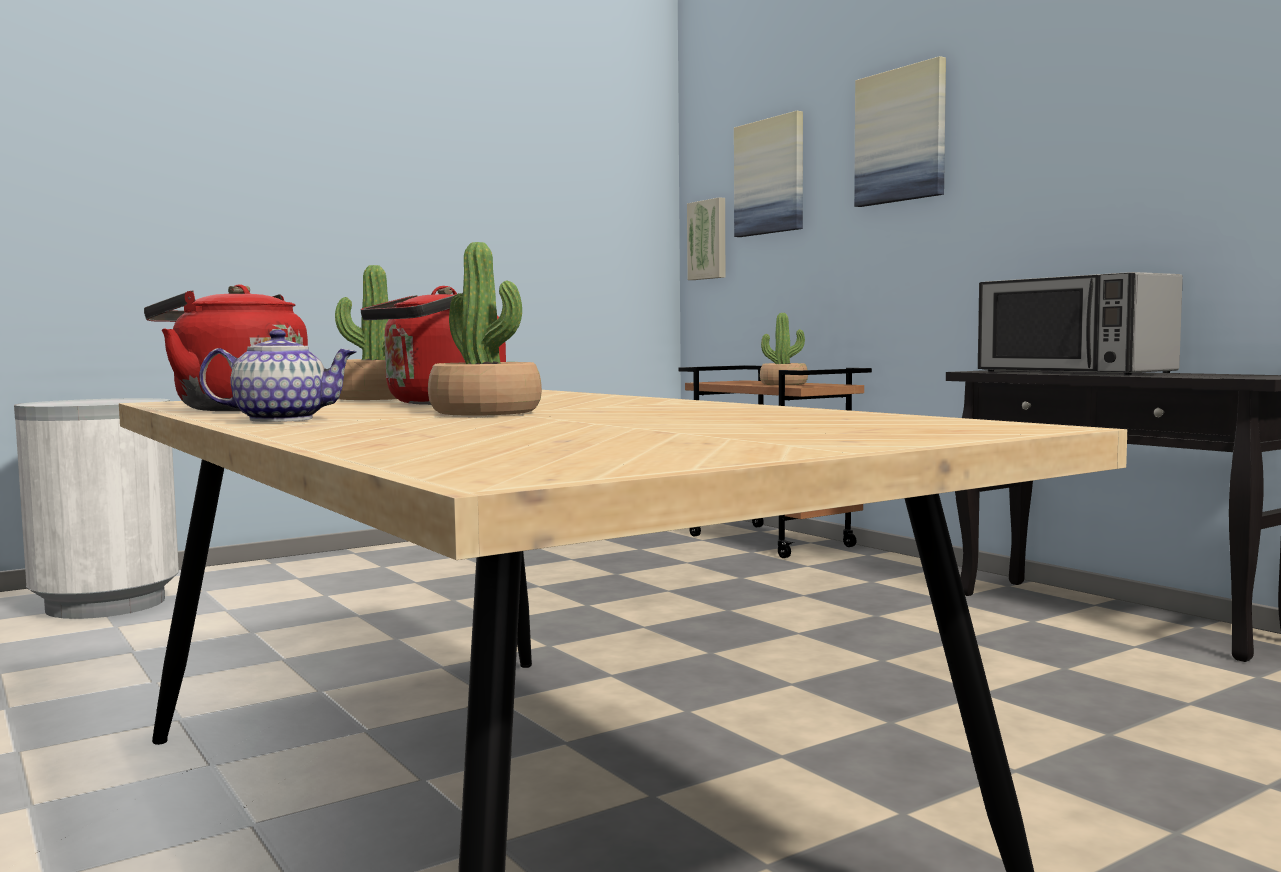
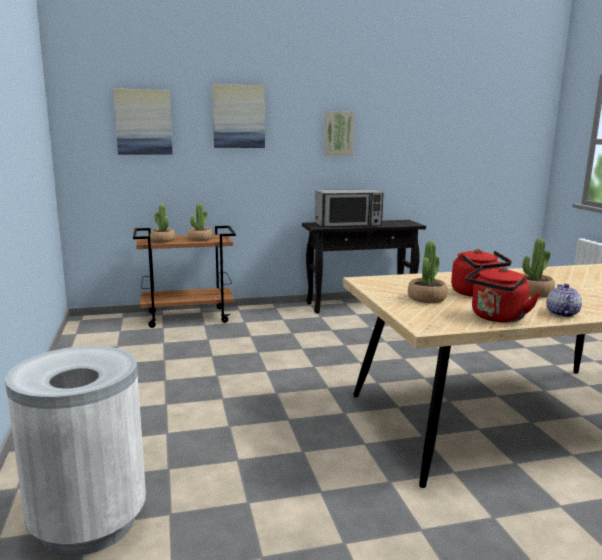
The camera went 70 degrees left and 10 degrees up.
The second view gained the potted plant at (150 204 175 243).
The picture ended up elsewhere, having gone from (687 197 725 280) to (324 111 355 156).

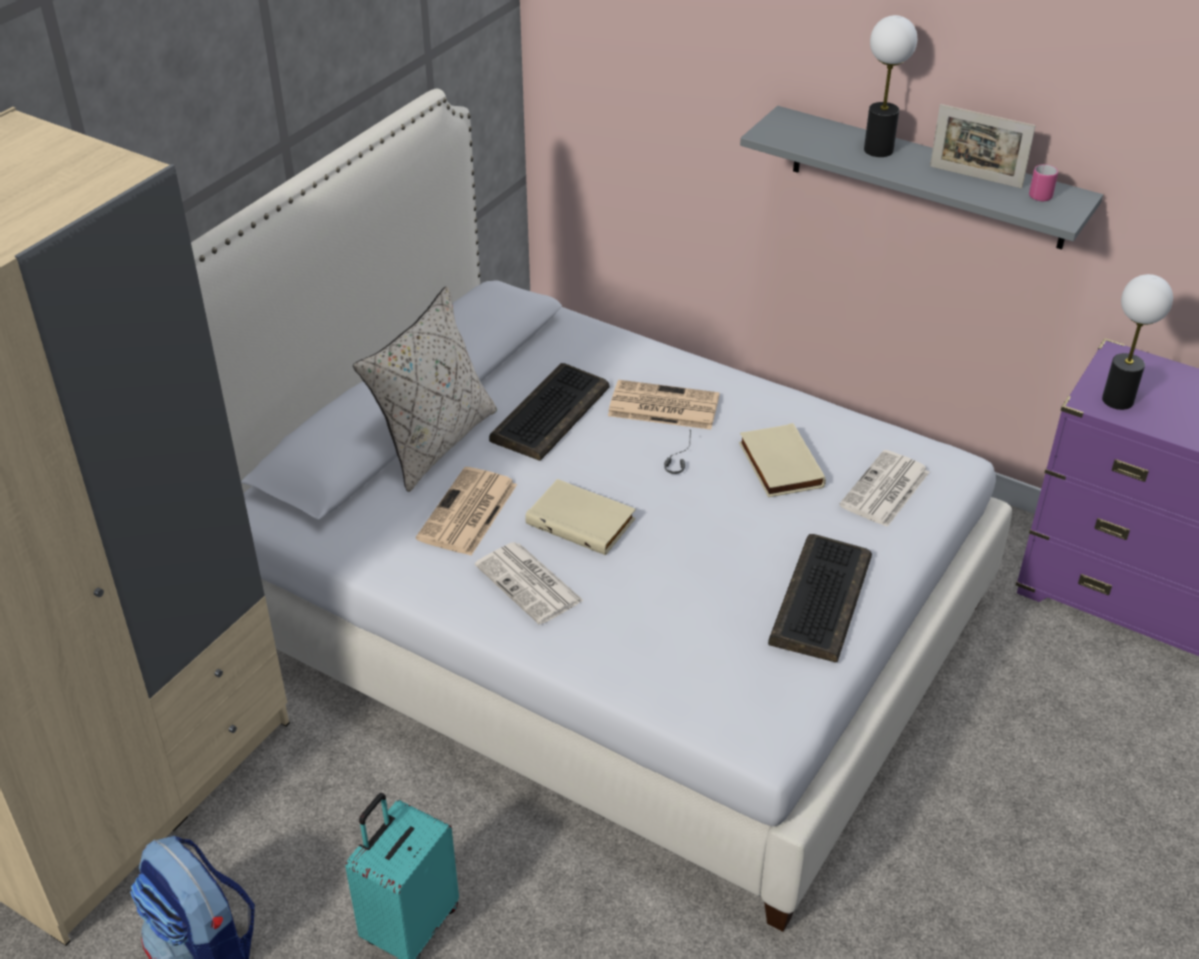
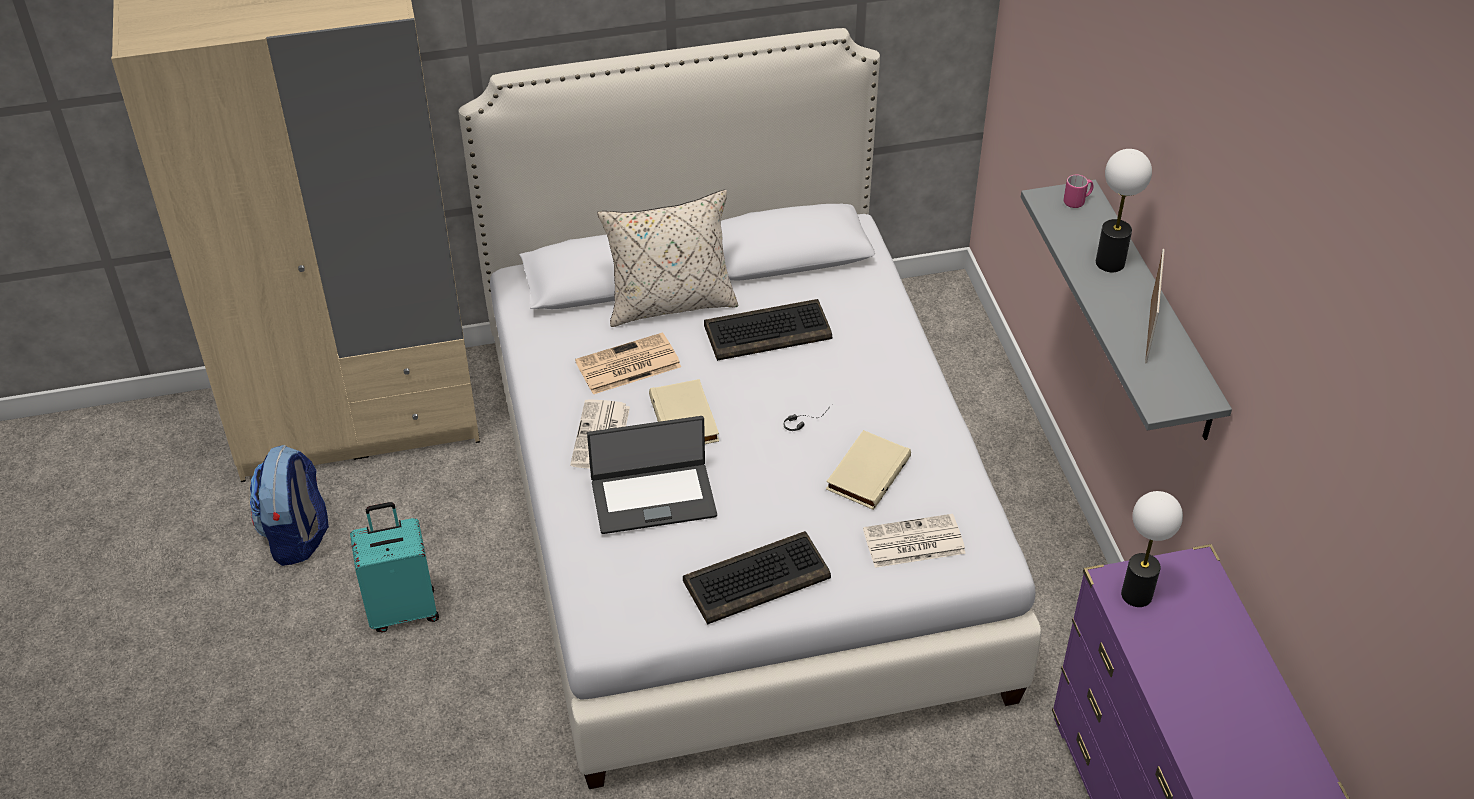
The camera went 45 degrees right and 5 degrees up.
The second view gained the laptop at (587 416 717 534).
The pink mug ended up elsewhere, having gone from (1029 164 1058 201) to (1063 175 1093 208).
The picture frame at (930 104 1036 189) ended up facing another way, 150 degrees counterclockwise from before.
The second view lost the newspaper at (608 380 720 430).

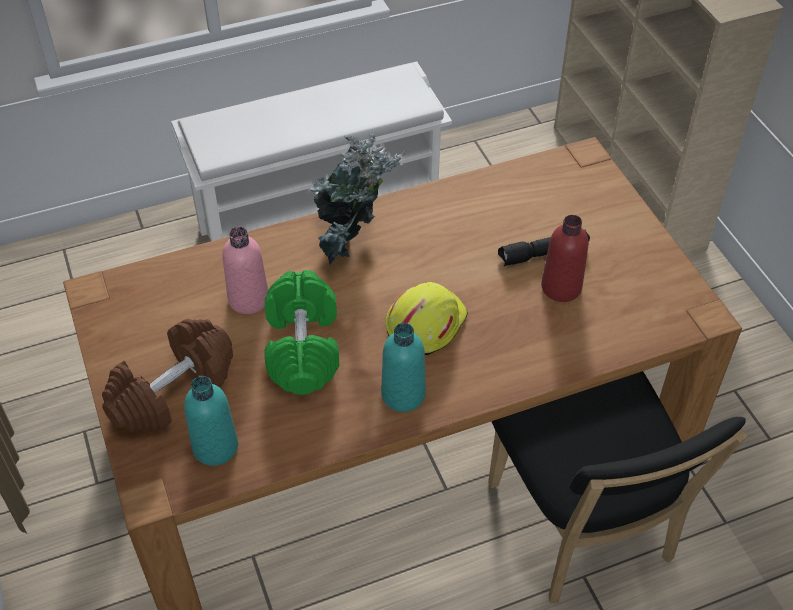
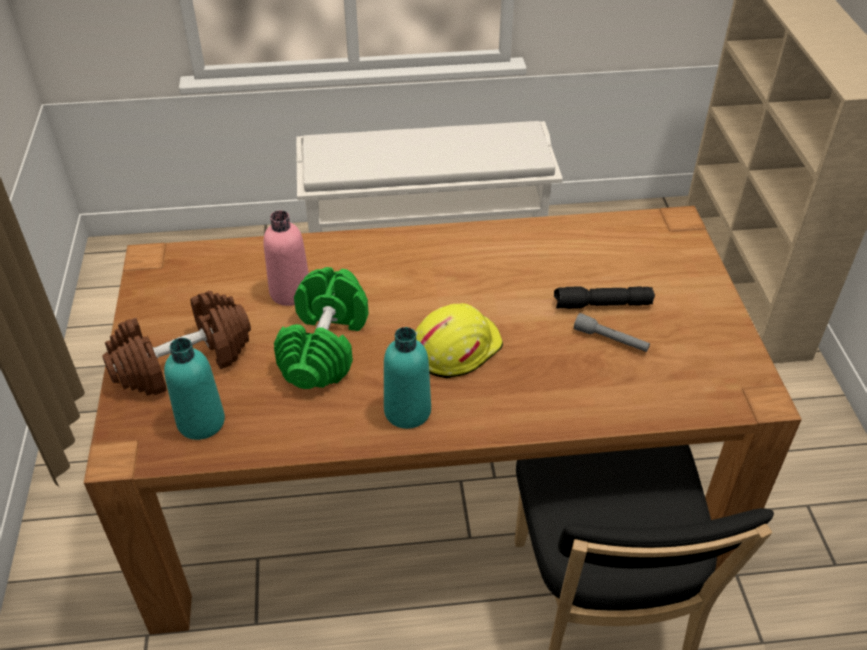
The camera went 15 degrees right and 5 degrees down.
Where the red bottle stood at (541 215 588 302), the grey flashlight came to stand at (574 313 650 352).
The second view lost the potted plant at (309 134 405 265).

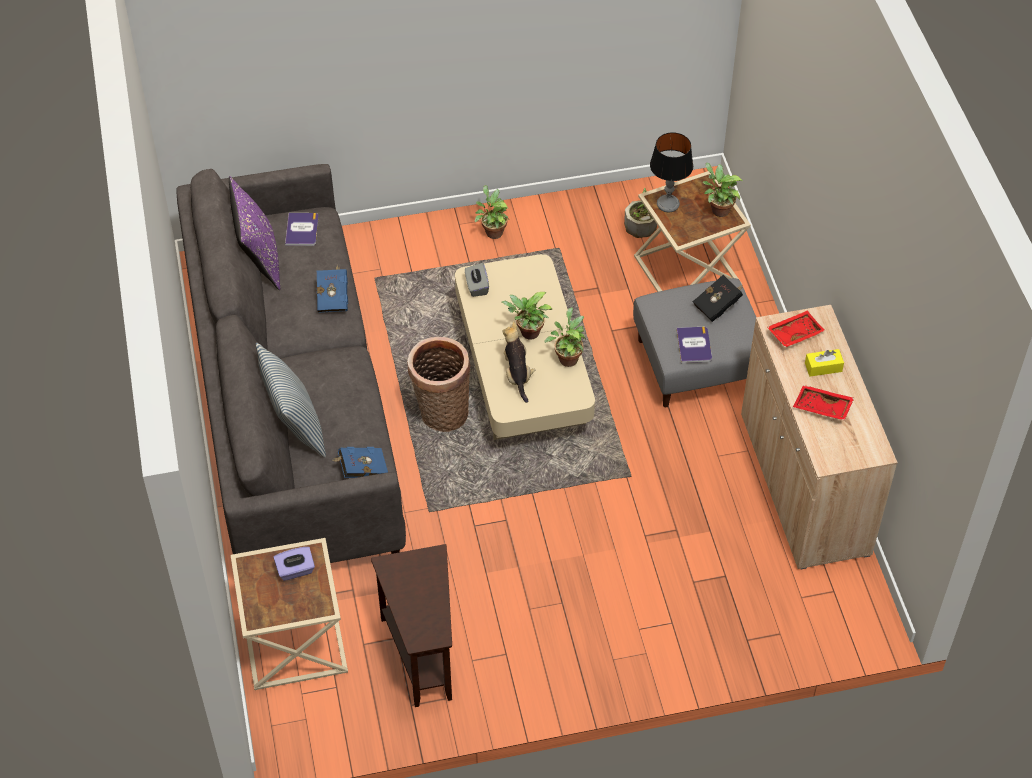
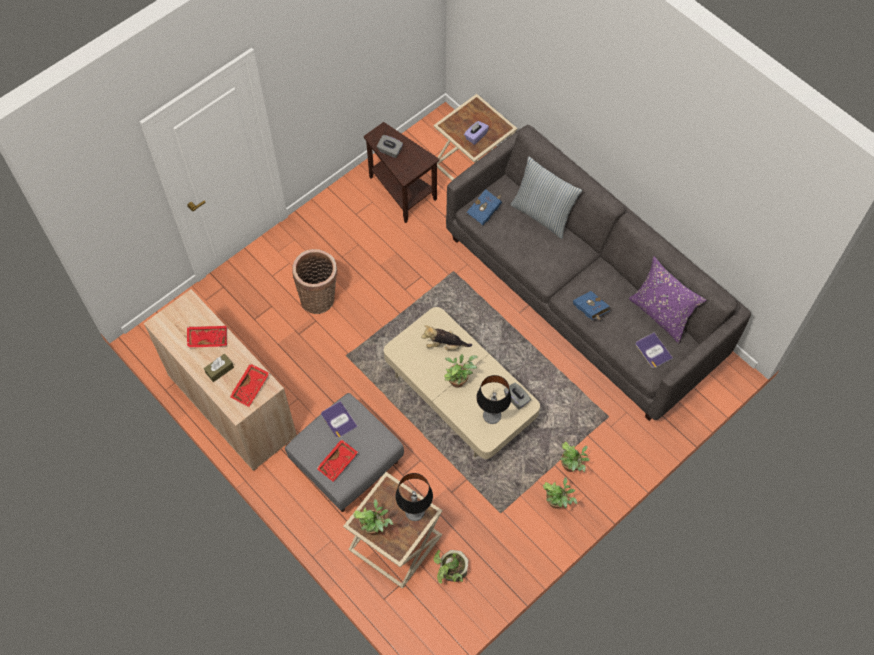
The camera went 150 degrees right and 10 degrees up.
What was the yellow tissue box at (805 349 844 377) turned into the brown tissue box at (204 354 234 382).
The basket ended up elsewhere, having gone from (407 337 470 432) to (292 249 337 314).
Where the black book stood at (693 275 743 322), the red tray came to stand at (316 439 358 482).
The second view gained the grey tissue box at (377 135 403 158).
The plush toy at (503 321 535 403) ended up facing another way, 135 degrees clockwise from before.
The second view gained the table lamp at (476 375 511 424).
The potted plant ended up elsewhere, having gone from (544 307 586 367) to (560 442 590 472).

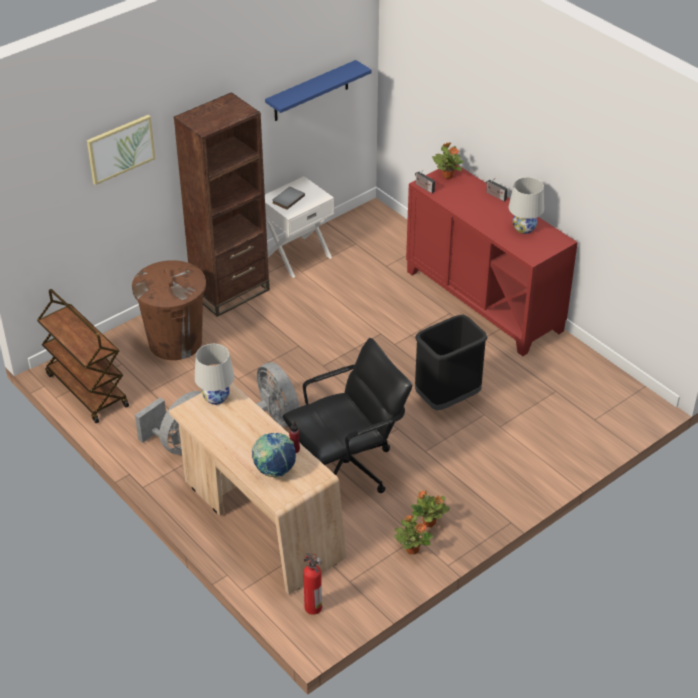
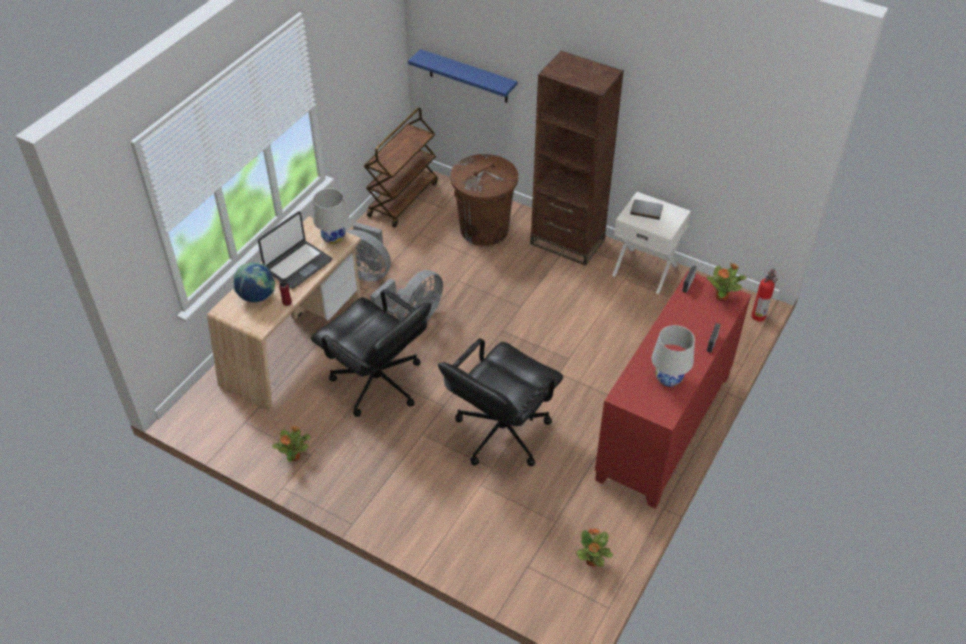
The camera went 70 degrees right and 5 degrees up.
The second view gained the laptop at (258 211 332 289).
The blue shelf ended up elsewhere, having gone from (265 60 372 121) to (408 49 517 103).
Where the black trash can stood at (415 315 488 410), the black office chair came to stand at (438 338 563 466).
The potted plant ended up elsewhere, having gone from (411 490 450 527) to (576 528 613 567).
The fire extinguisher ended up elsewhere, having gone from (303 552 322 615) to (751 268 778 322).
The second view lost the picture at (87 115 155 185).

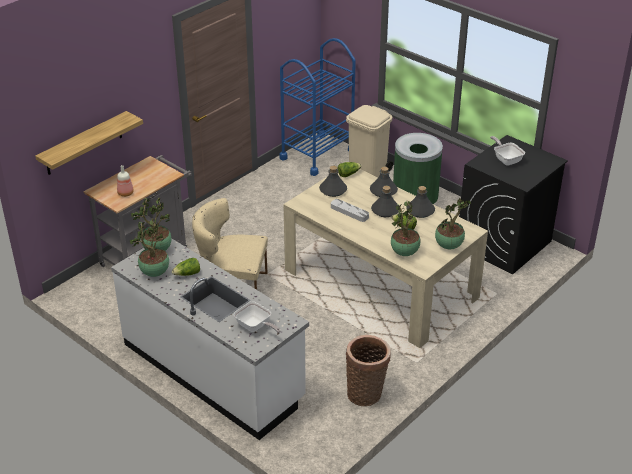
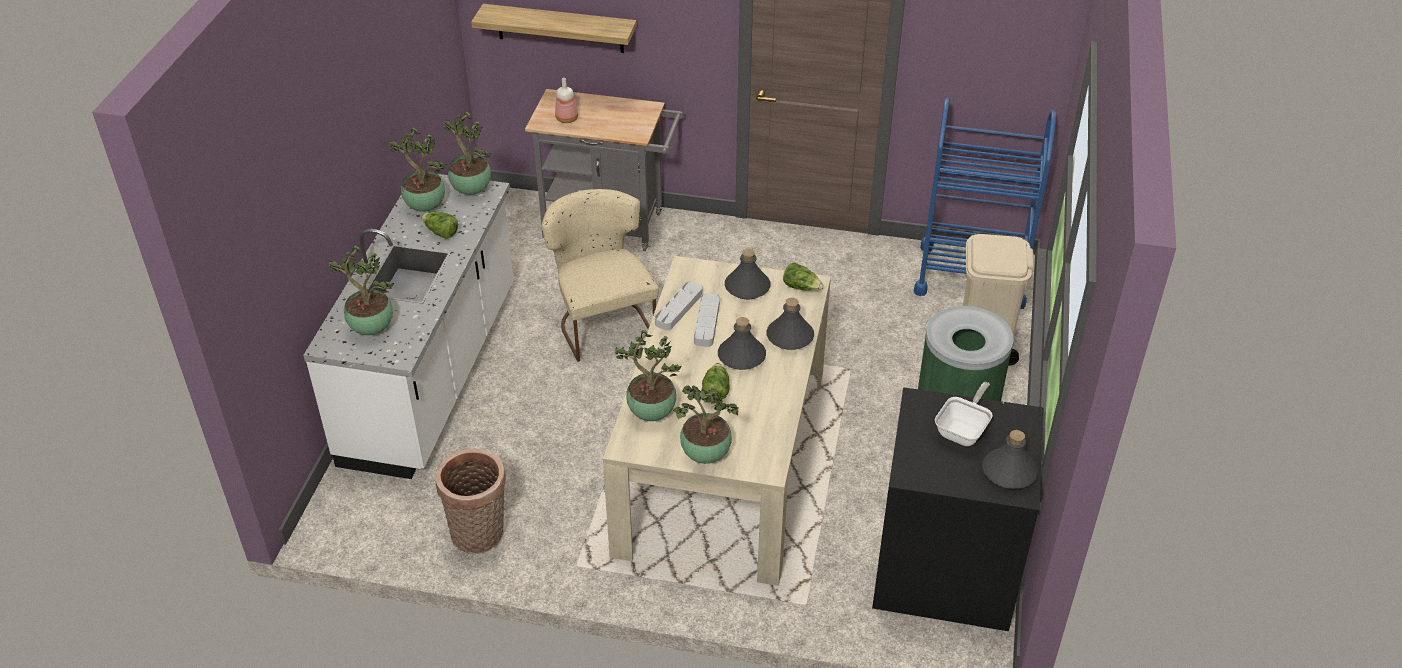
The camera went 60 degrees right and 5 degrees up.
Where the frying pan stood at (234 301 281 333), the potted plant came to stand at (328 246 394 335).
The second view gained the grey tray at (655 281 703 330).
The grey bottle ended up elsewhere, having gone from (406 186 435 218) to (982 430 1038 489).

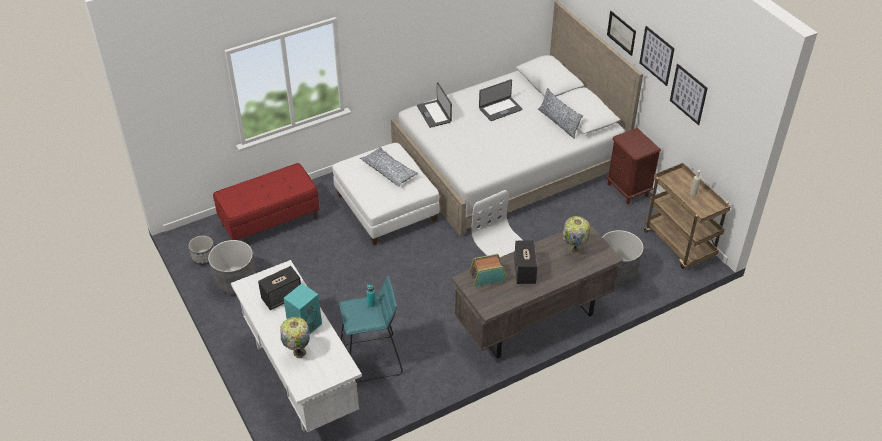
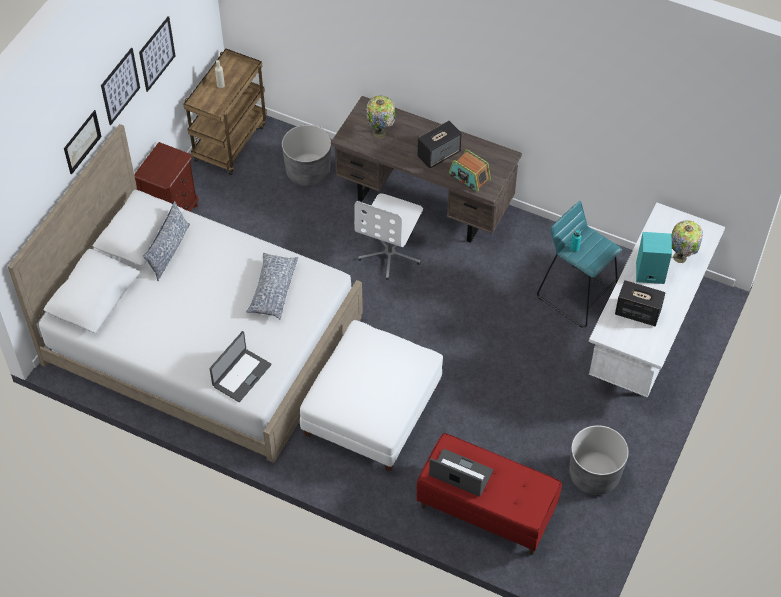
The camera went 125 degrees left and 10 degrees up.
The pillow ended up elsewhere, having gone from (360 147 419 187) to (246 253 298 320).
The laptop ended up elsewhere, having gone from (479 79 523 121) to (429 449 493 496).
The second view lost the planter at (189 236 214 265).

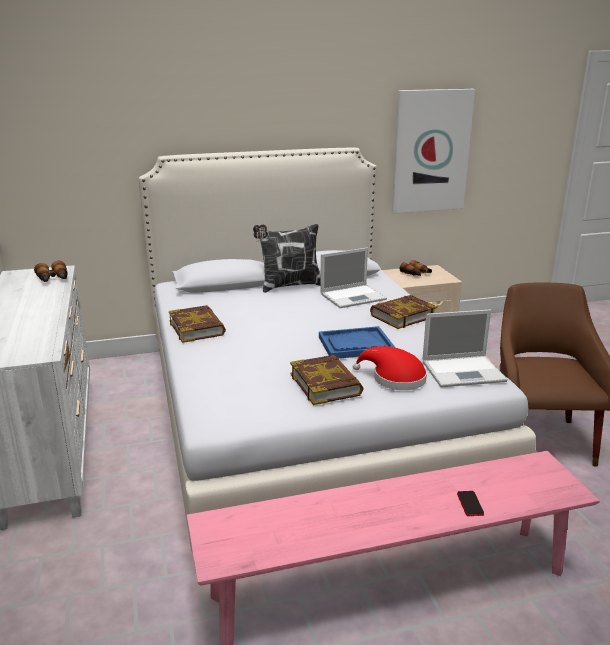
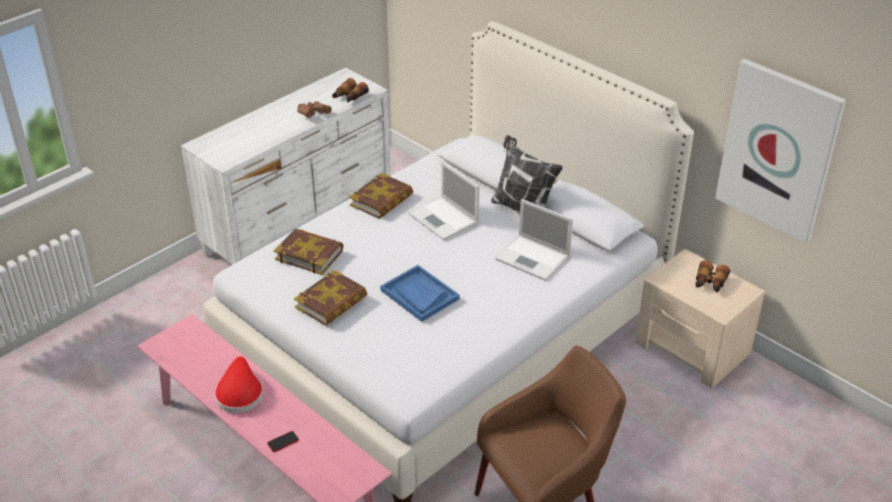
The camera went 60 degrees right and 15 degrees up.
The red hat ended up elsewhere, having gone from (353 346 427 390) to (215 356 263 413).
The book ended up elsewhere, having gone from (370 295 438 329) to (274 228 343 275).
The second view gained the brown binoculars at (297 101 332 118).
The laptop ended up elsewhere, having gone from (423 310 508 387) to (408 161 480 240).

